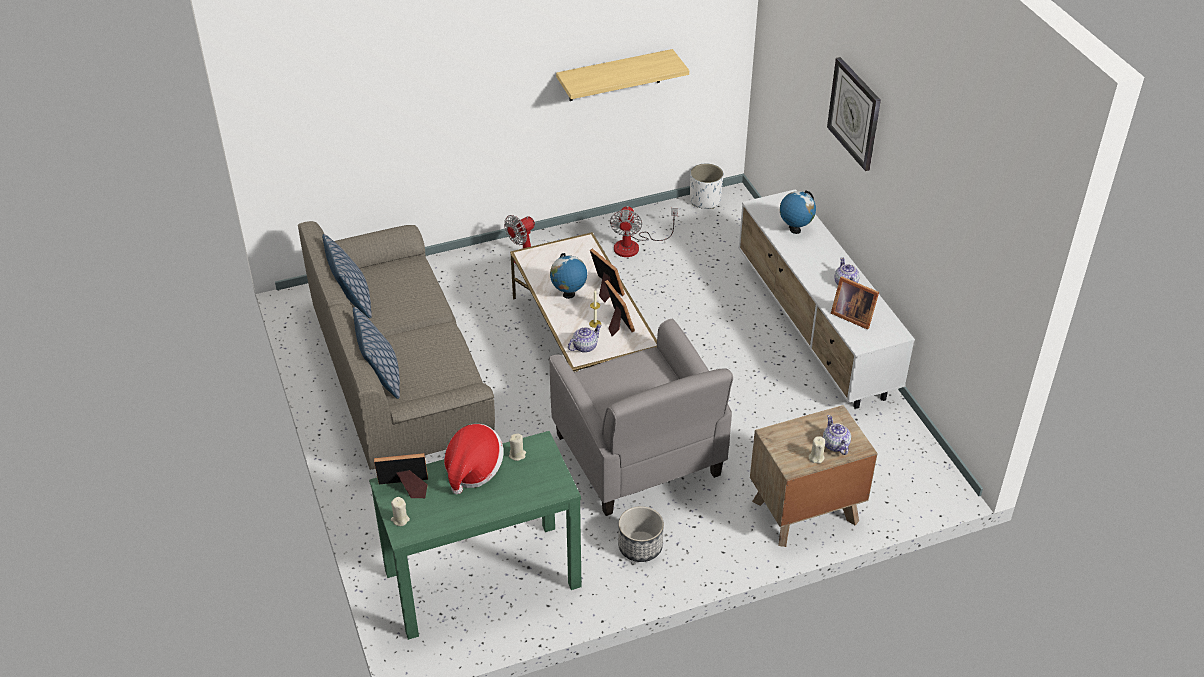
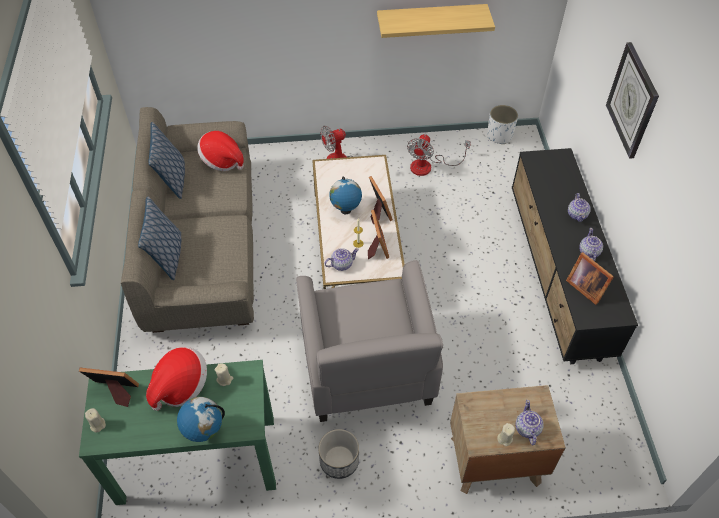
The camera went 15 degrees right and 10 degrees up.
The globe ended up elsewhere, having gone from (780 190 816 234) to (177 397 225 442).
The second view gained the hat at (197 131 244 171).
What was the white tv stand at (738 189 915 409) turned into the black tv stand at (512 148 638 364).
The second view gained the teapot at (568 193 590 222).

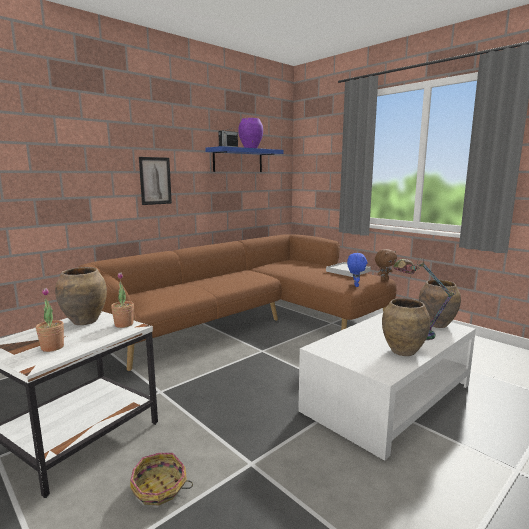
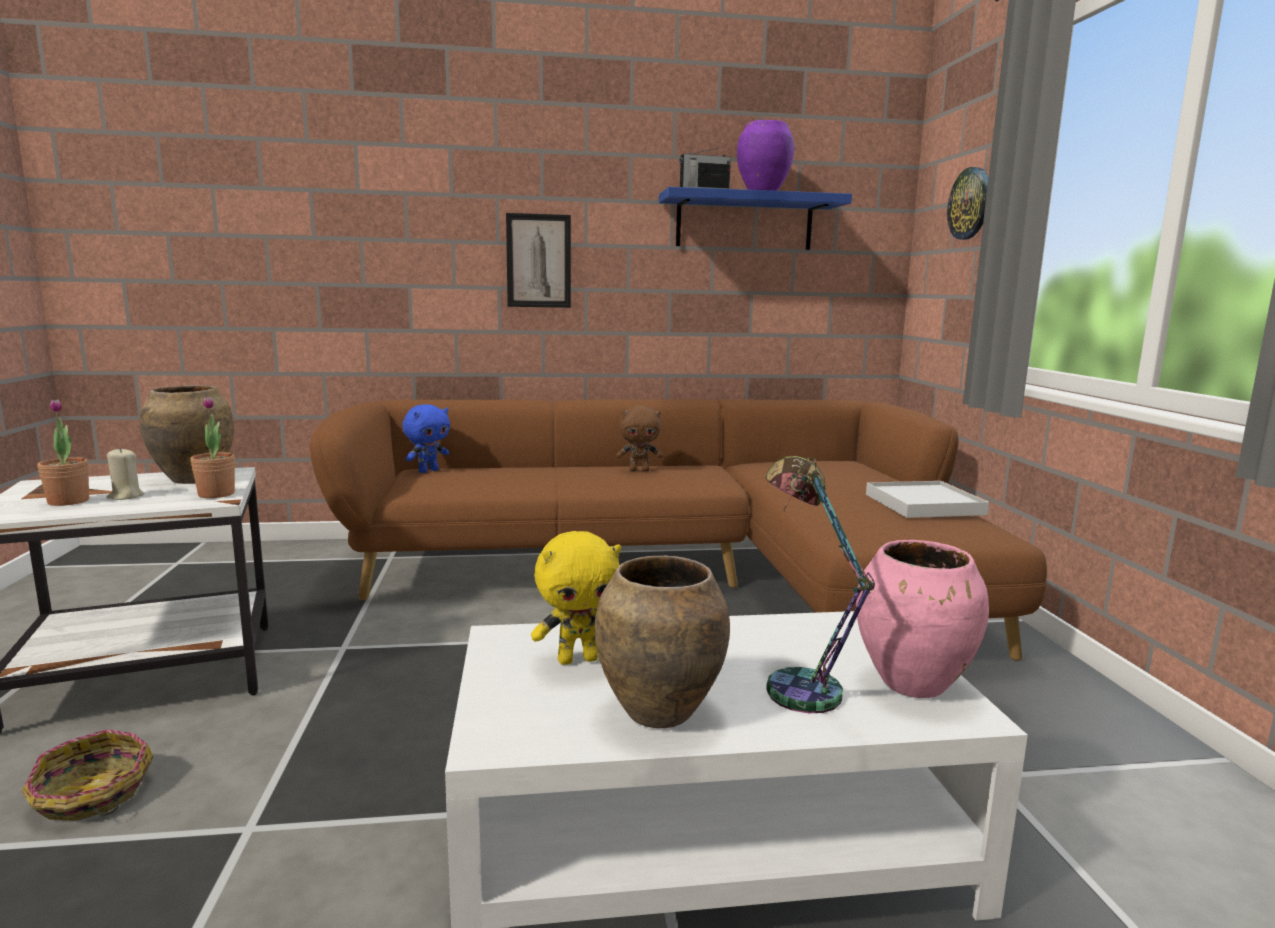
The camera went 35 degrees right and 0 degrees up.
The second view gained the beige candle at (107 448 145 500).
The blue plush toy ended up elsewhere, having gone from (347 253 368 287) to (402 404 450 473).
The second view gained the yellow plush toy at (531 531 621 665).
The brown plush toy ended up elsewhere, having gone from (375 249 397 281) to (616 405 663 472).
What was the brown vase at (419 280 461 328) turned into the pink vase at (856 540 989 698).
The second view gained the wall clock at (947 167 988 240).

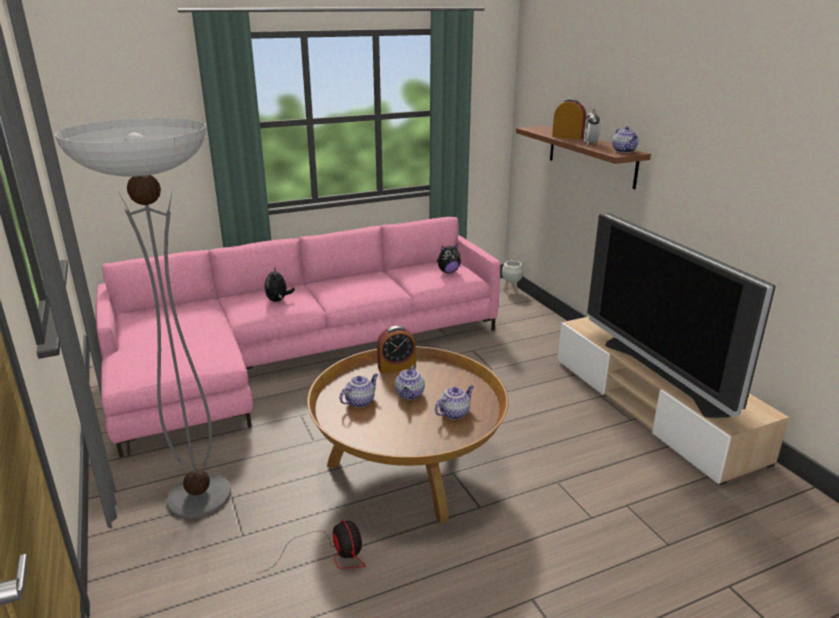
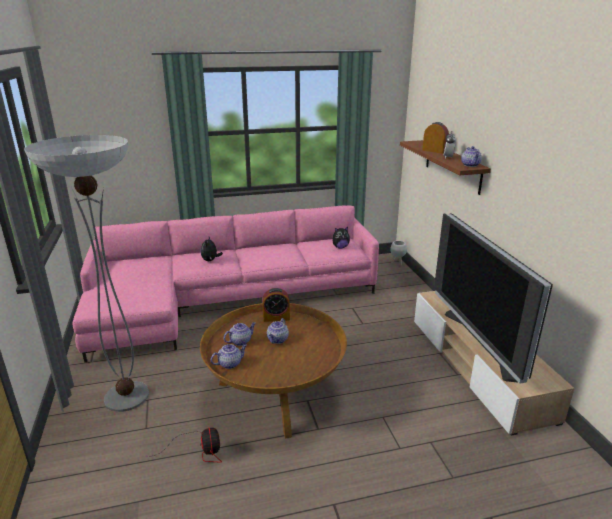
The camera went 10 degrees right and 0 degrees up.
The teapot ended up elsewhere, having gone from (435 385 474 419) to (211 344 247 369).

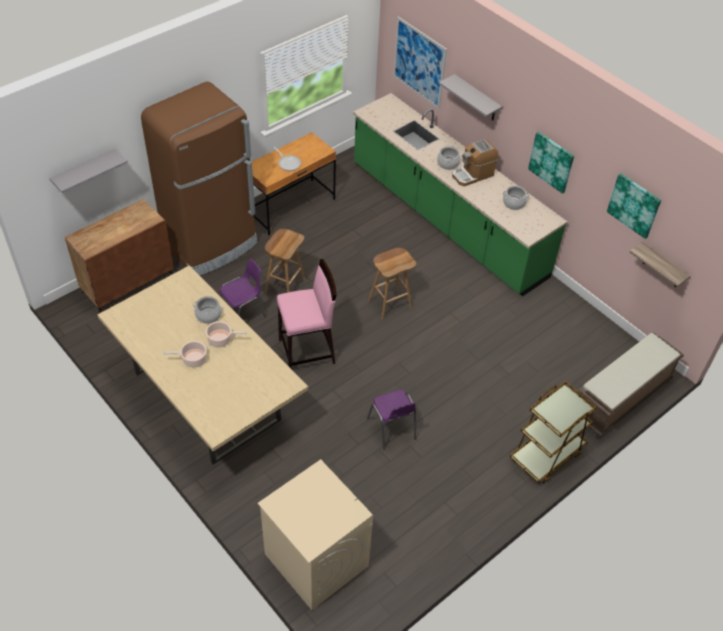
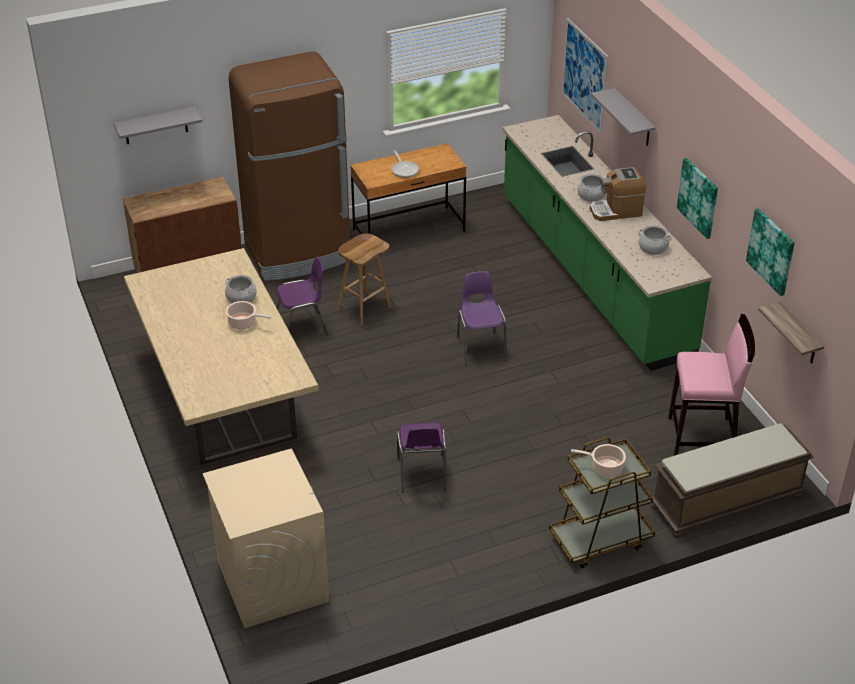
The camera went 20 degrees right and 10 degrees down.
Where the brown stool stood at (368 248 416 320), the purple chair came to stand at (457 271 507 366).
The cooking pot ended up elsewhere, having gone from (163 341 207 367) to (571 444 626 477).
The pink stool ended up elsewhere, having gone from (277 259 336 368) to (668 314 755 456).

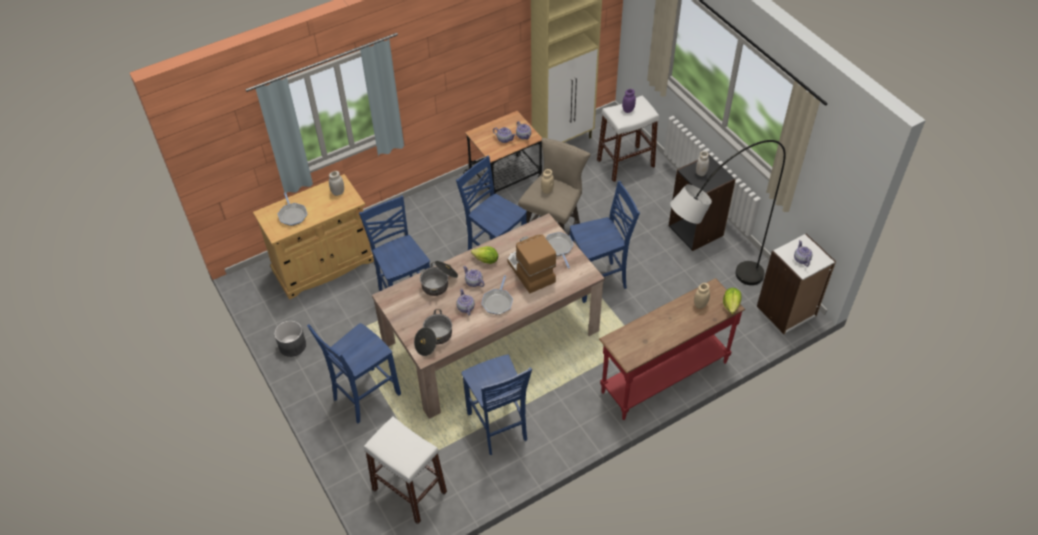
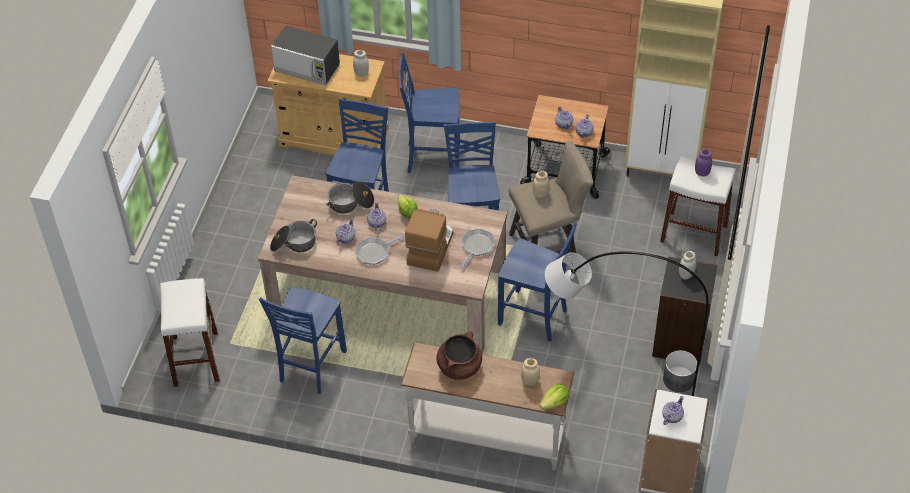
The camera went 45 degrees right and 0 degrees up.
Where the frying pan stood at (278 192 307 226), the microwave came to stand at (271 25 340 86).
The blue chair ended up elsewhere, having gone from (307 323 401 424) to (399 53 460 173).
What was the red console table at (599 278 745 420) turned into the white console table at (401 342 574 471).
The second view gained the brown cooking pot at (437 332 482 380).
The grey planter ended up elsewhere, having gone from (274 321 306 357) to (663 350 697 392).

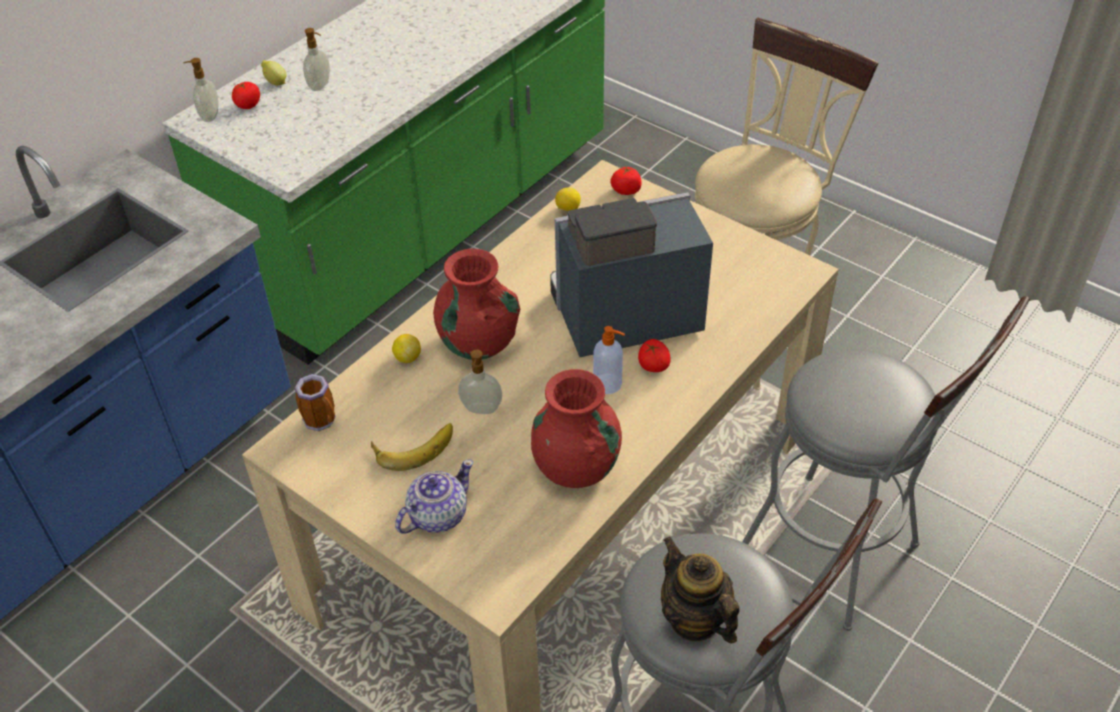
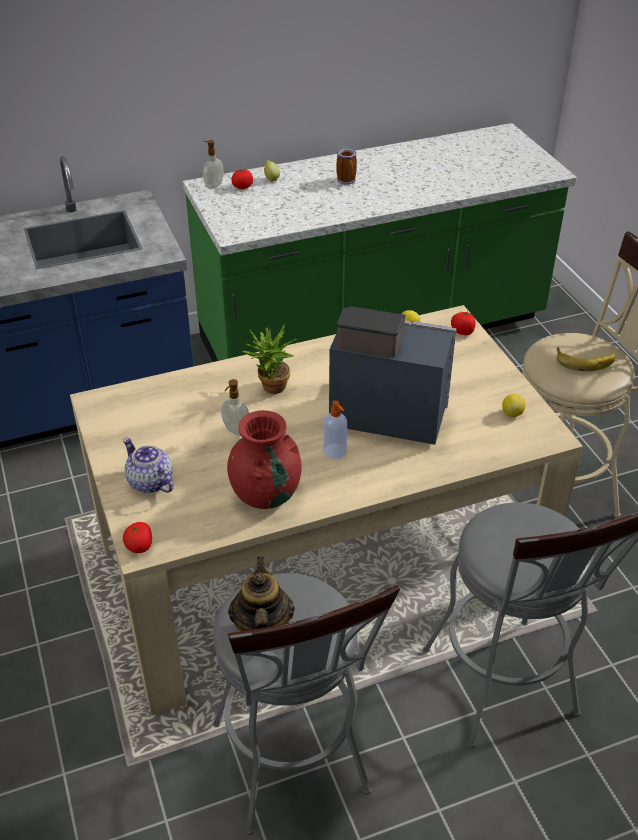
The camera went 30 degrees right and 5 degrees down.
The teapot at (395 459 474 534) ended up facing another way, 120 degrees counterclockwise from before.
The tomato ended up elsewhere, having gone from (638 339 671 372) to (123 522 152 553).
Where the red vase stood at (433 249 520 360), the potted plant came to stand at (243 324 297 394).
The mug ended up elsewhere, having gone from (294 374 336 431) to (336 149 357 184).
The lemon ended up elsewhere, having gone from (392 334 421 363) to (502 394 526 417).
The banana ended up elsewhere, having gone from (371 423 453 471) to (557 347 616 371).
The second view lost the soap dispenser at (303 28 330 91).

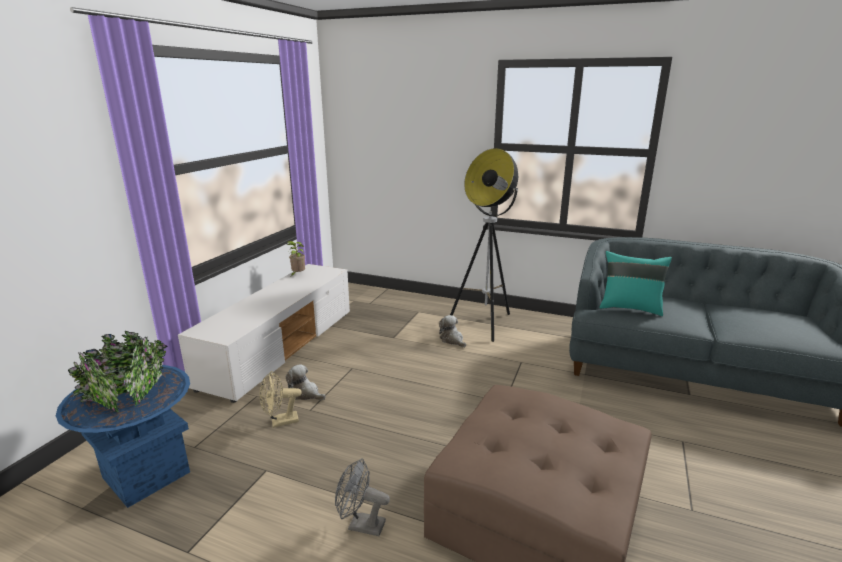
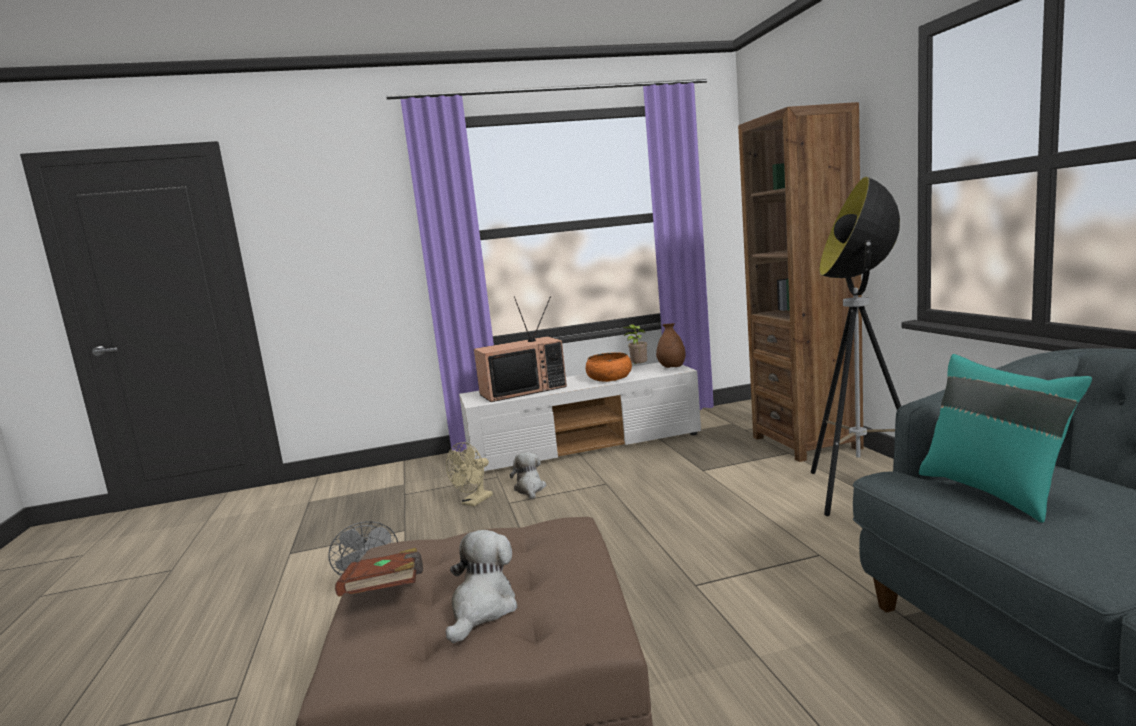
The camera went 55 degrees right and 10 degrees down.
The second view gained the brown book at (335 548 423 597).
The beige fan at (260 371 302 428) ended up facing another way, 90 degrees counterclockwise from before.
The plush toy ended up elsewhere, having gone from (439 315 466 347) to (446 530 517 643).
The second view gained the television at (474 296 567 402).
The second view gained the orange bowl at (586 352 632 382).
The second view gained the brown vase at (656 323 686 368).
The second view gained the brown bookcase at (738 102 864 462).
The second view lost the blue planter at (56 331 190 508).

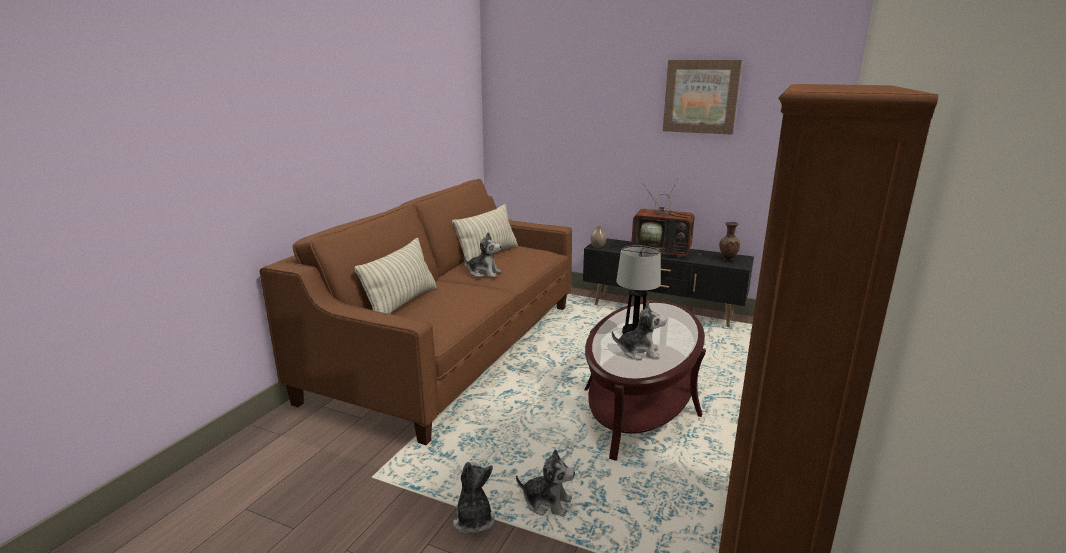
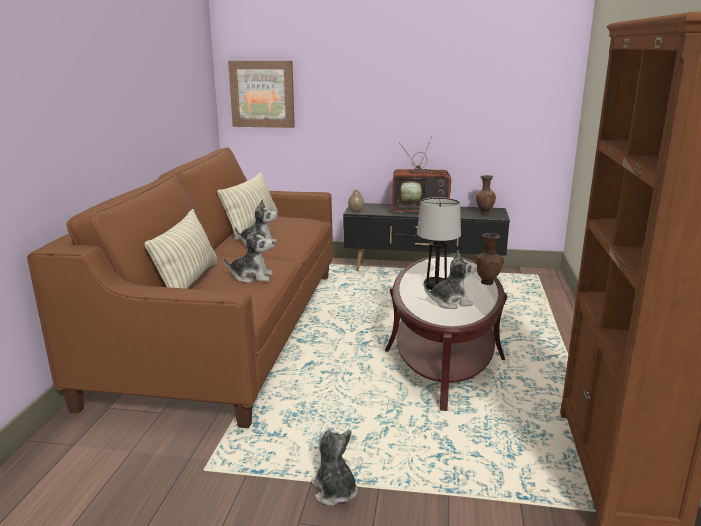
The camera went 15 degrees left and 0 degrees up.
The plush toy ended up elsewhere, having gone from (516 449 575 517) to (223 225 273 283).
The picture ended up elsewhere, having gone from (663 60 742 135) to (228 61 295 128).
The second view gained the brown vase at (475 233 504 285).

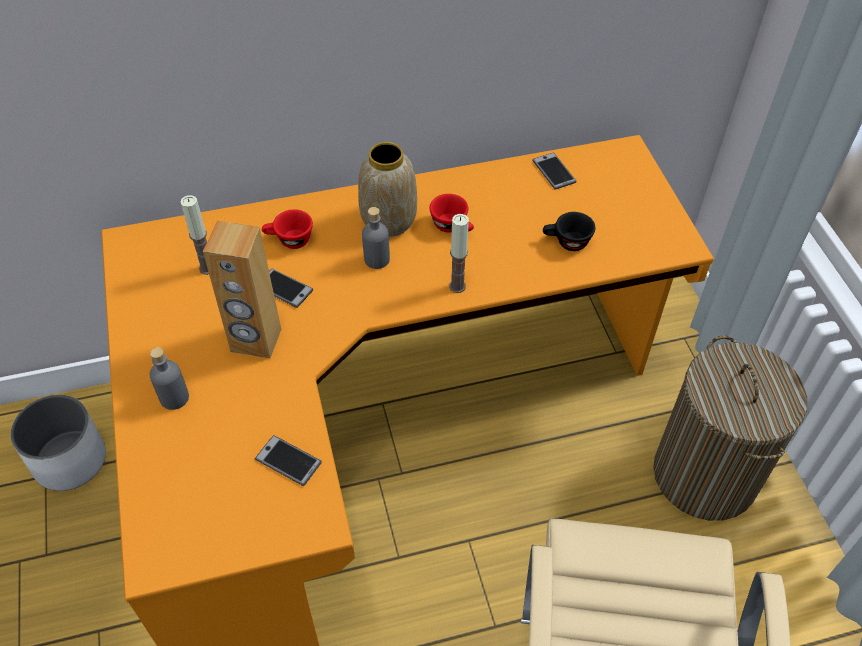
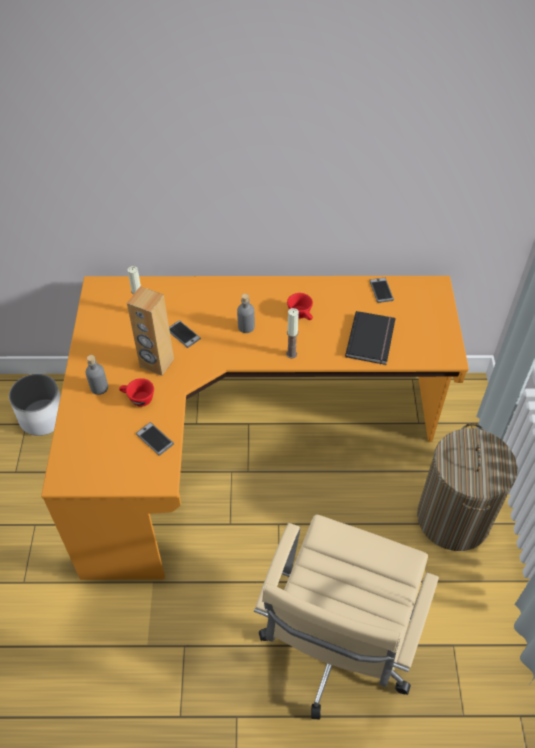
The camera went 15 degrees right and 0 degrees up.
The red cup ended up elsewhere, having gone from (262 209 313 249) to (119 378 154 407).
Where the black cup stood at (543 212 595 251), the black book came to stand at (345 311 396 365).
The second view lost the vase at (358 142 417 237).

